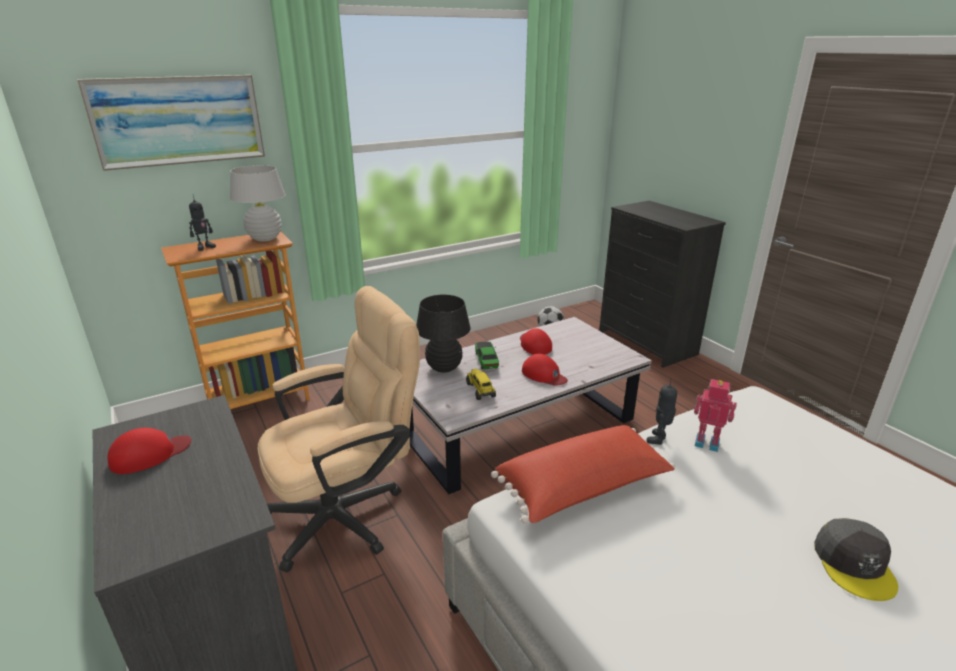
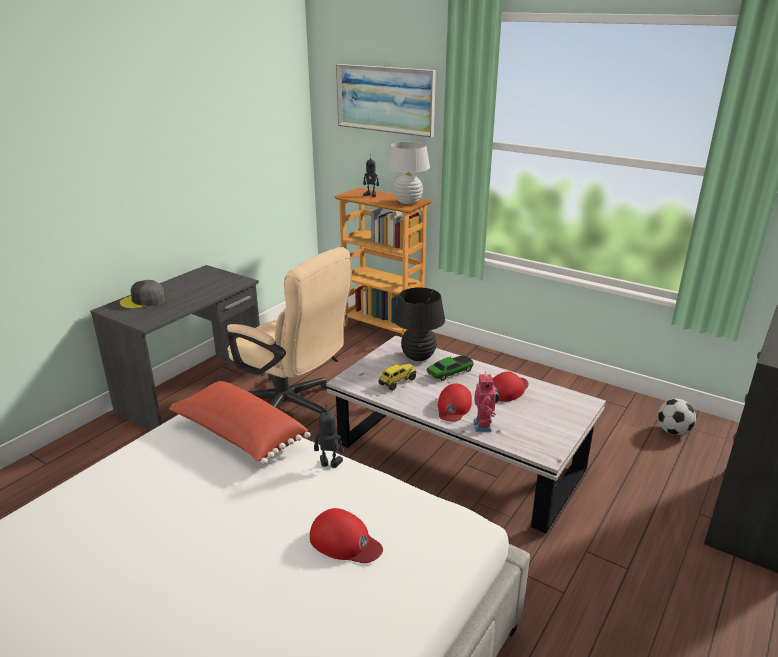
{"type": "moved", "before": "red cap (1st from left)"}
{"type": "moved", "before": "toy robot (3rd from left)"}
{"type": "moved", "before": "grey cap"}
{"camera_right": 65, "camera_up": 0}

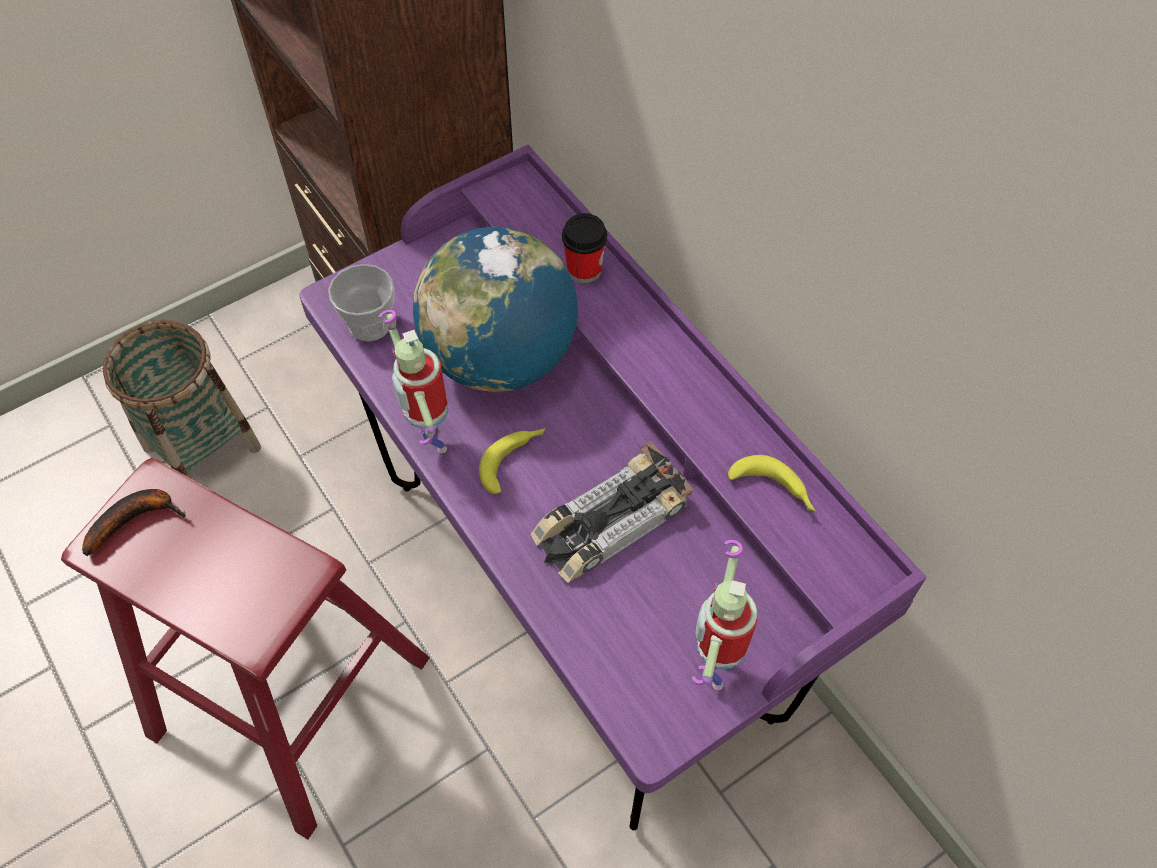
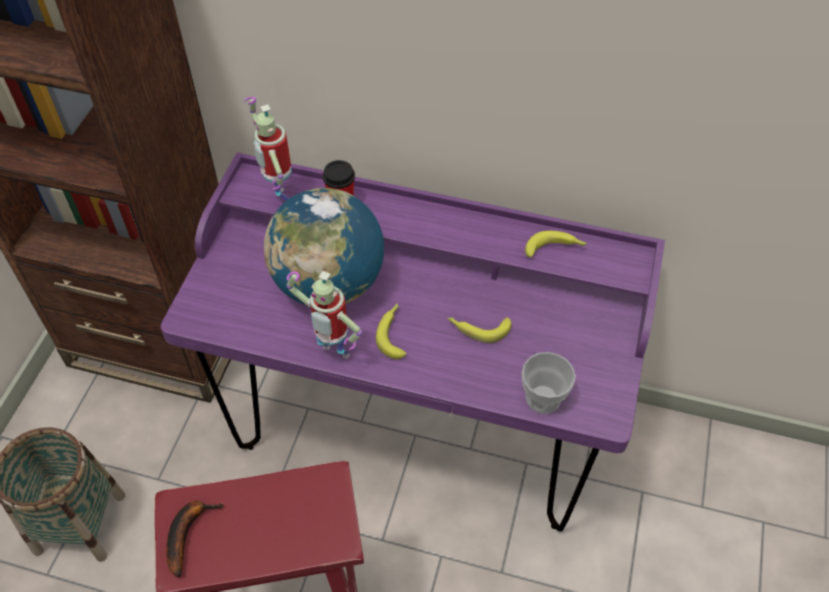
{"type": "moved", "before": "cup (1st from left in the first image)", "after": "cup (2nd from left)"}
{"type": "moved", "before": "toy robot (2nd from left in the first image)", "after": "toy robot (1st from left)"}
{"type": "replaced", "before": "toy car", "after": "banana (3rd from left)"}
{"camera_right": -40, "camera_up": -5}

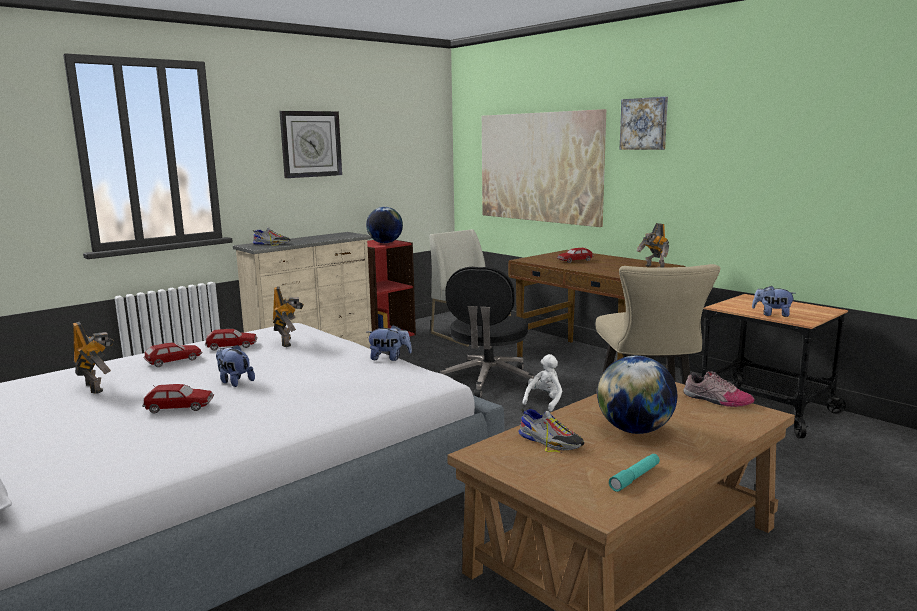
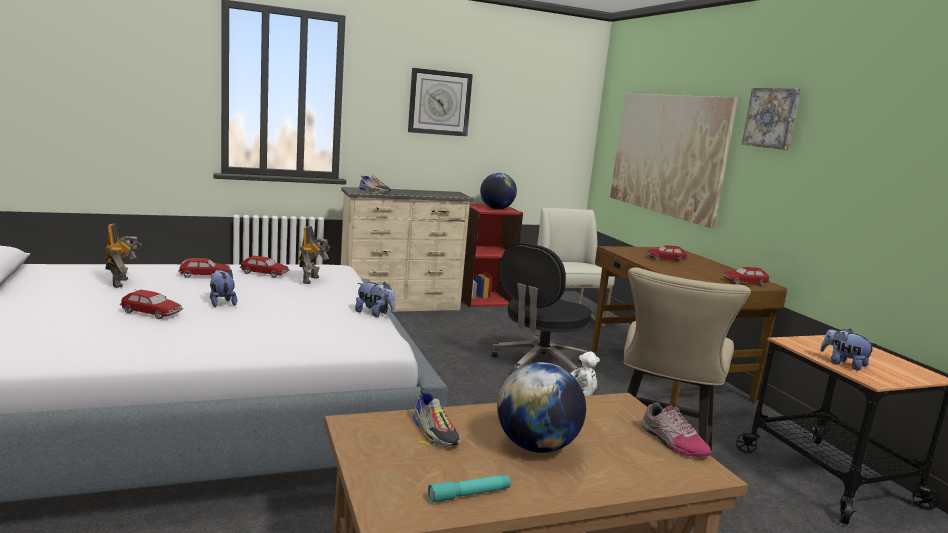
{"type": "replaced", "before": "toy robot (3rd from left)", "after": "toy car (5th from left)"}
{"camera_right": 20, "camera_up": 0}

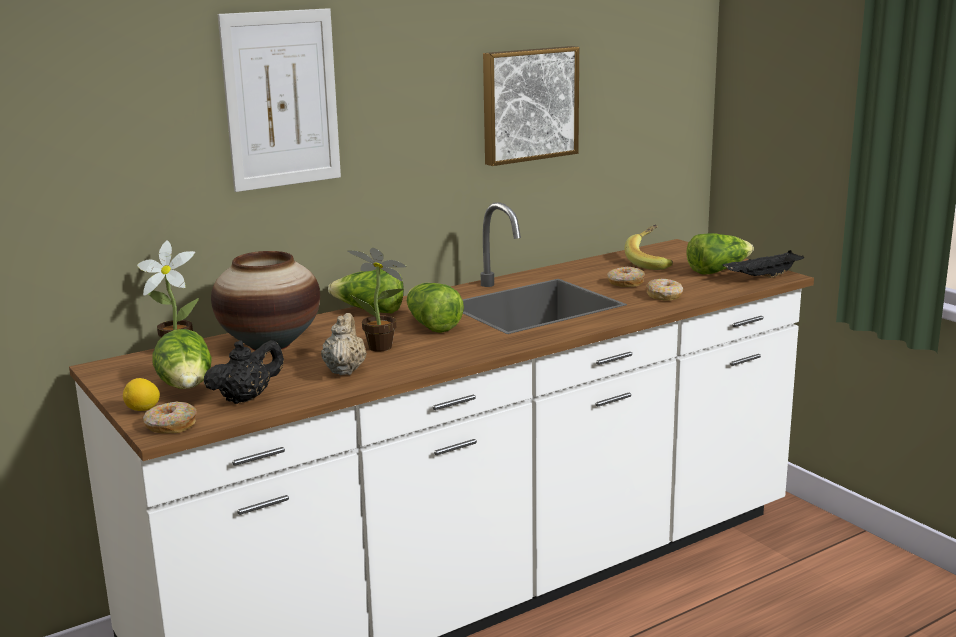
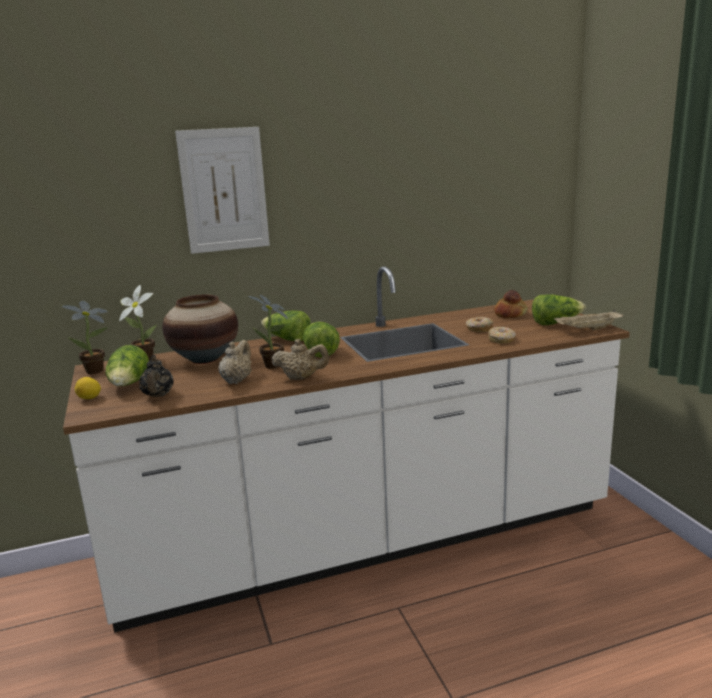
{"type": "removed", "before": "donut (1st from left)"}
{"type": "removed", "before": "picture (2nd from left)"}
{"type": "added", "after": "potted plant (1st from left)"}
{"type": "added", "after": "beige teapot (2nd from left)"}
{"type": "replaced", "before": "banana", "after": "bread"}
{"type": "recoloured", "before": "black tray", "after": "beige tray"}
{"type": "turned", "before": "black teapot", "turn": 105}
{"camera_right": 15, "camera_up": 0}

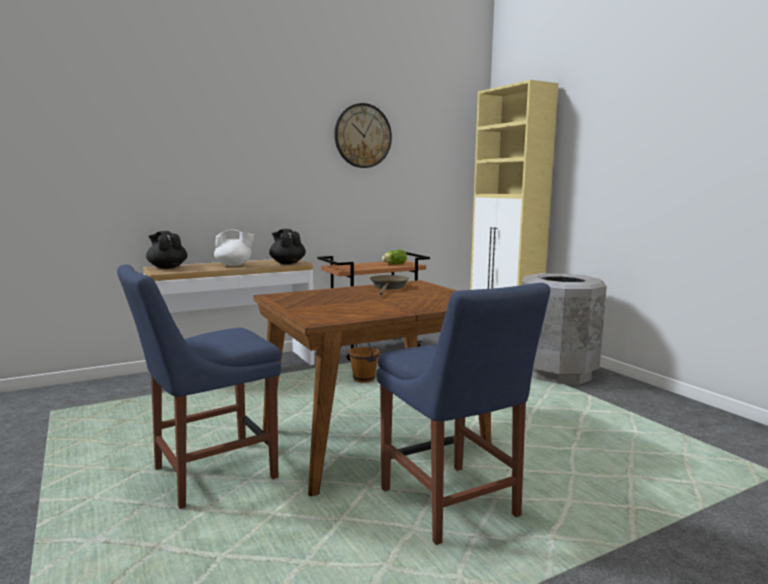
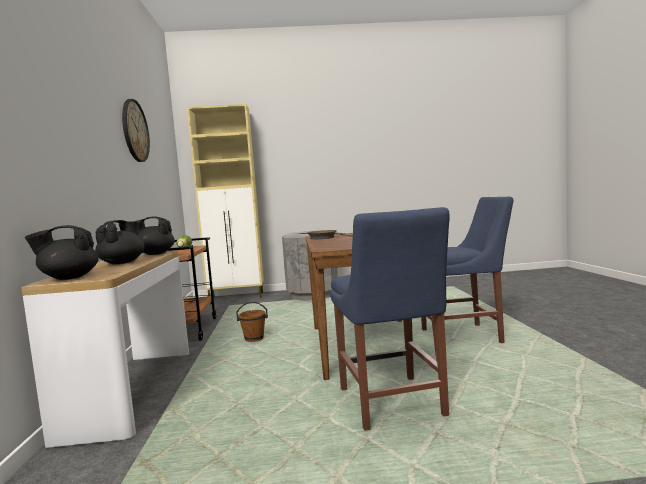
{"type": "recoloured", "before": "white teapot", "after": "black teapot (2nd from left)"}
{"camera_right": -65, "camera_up": -5}

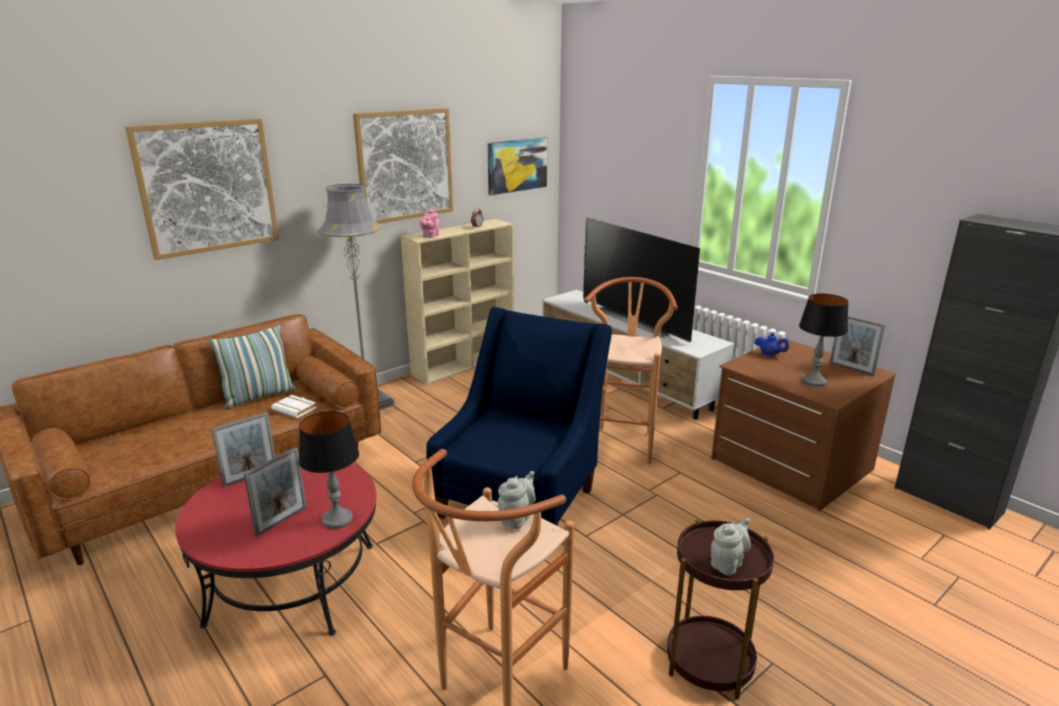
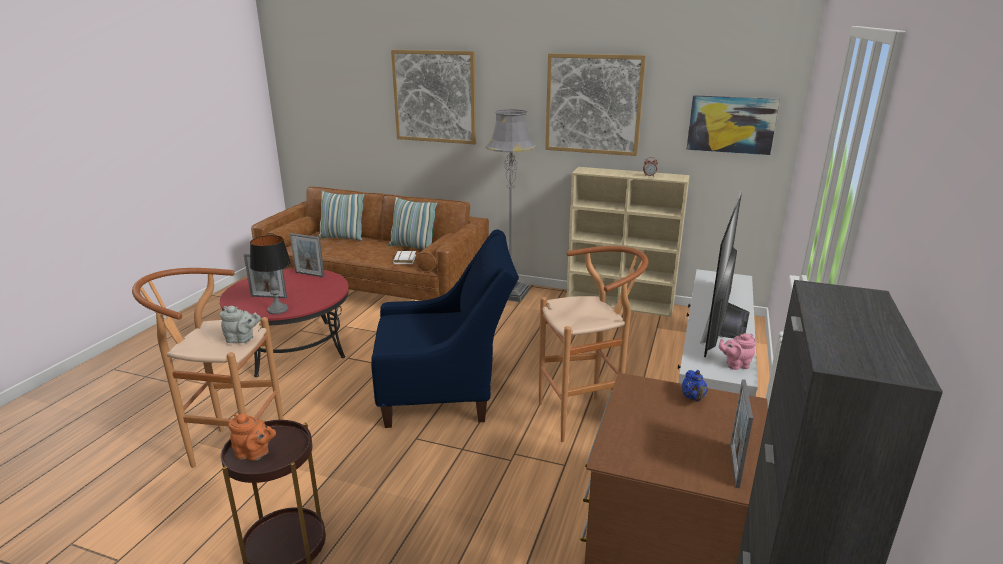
{"type": "removed", "before": "table lamp (2nd from left)"}
{"type": "added", "after": "pillow (1st from left)"}
{"type": "moved", "before": "pink teapot"}
{"type": "recoloured", "before": "grey teapot (2nd from left)", "after": "orange teapot"}
{"camera_right": 60, "camera_up": 0}

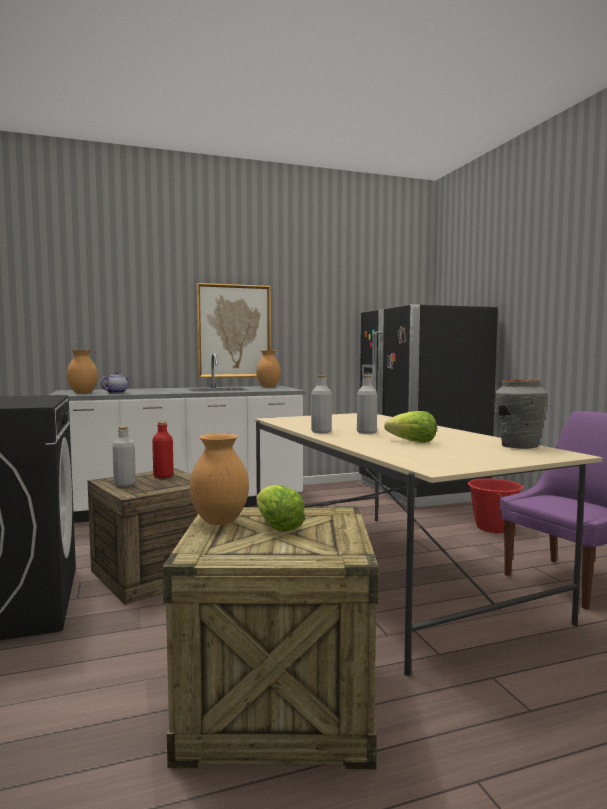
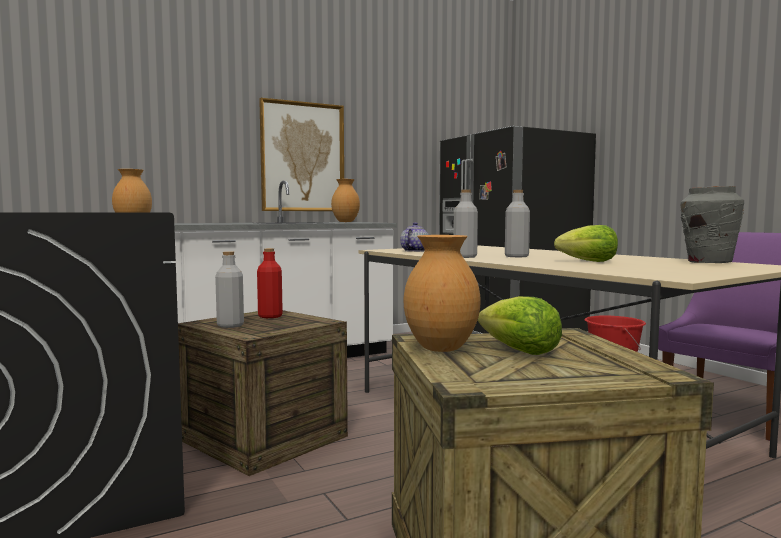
{"type": "moved", "before": "teapot"}
{"camera_right": -10, "camera_up": 0}

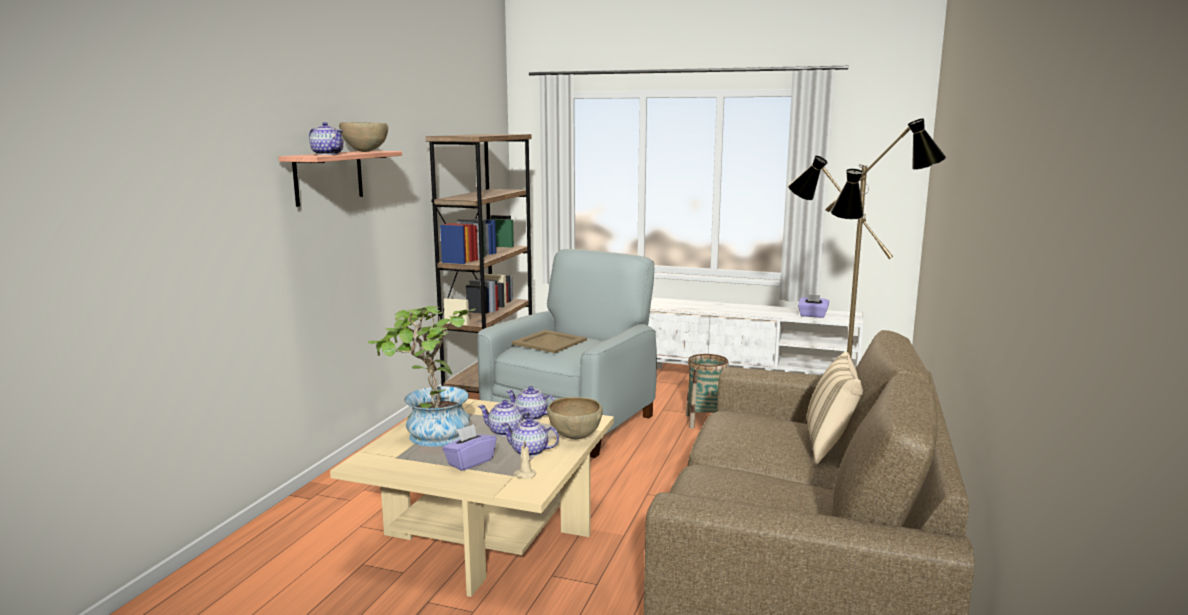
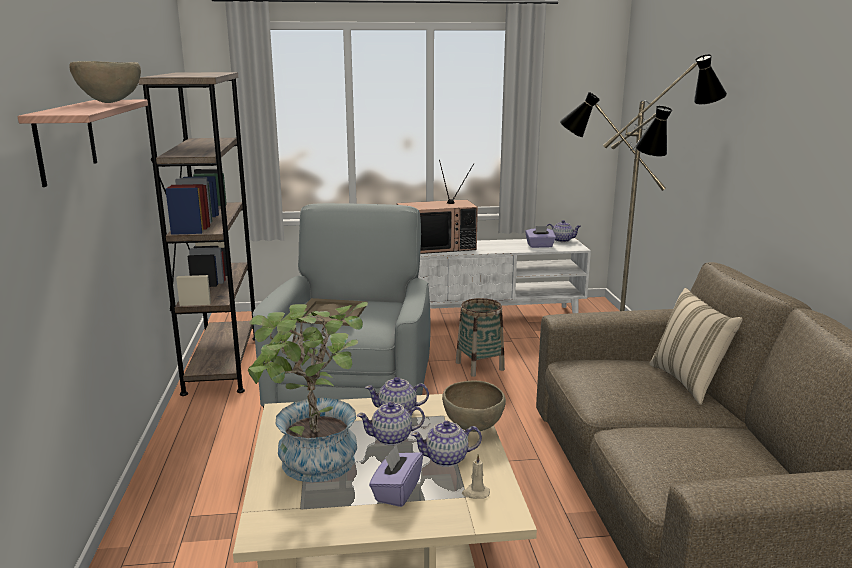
{"type": "added", "after": "television"}
{"type": "moved", "before": "teapot (1st from left in the first image)", "after": "teapot (4th from left)"}
{"camera_right": -25, "camera_up": 5}

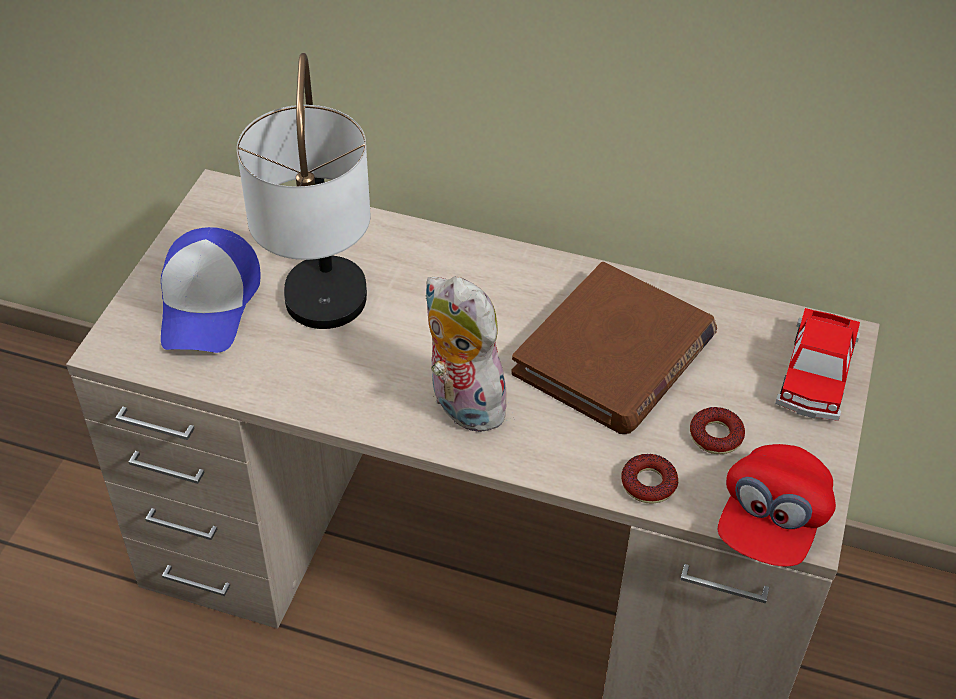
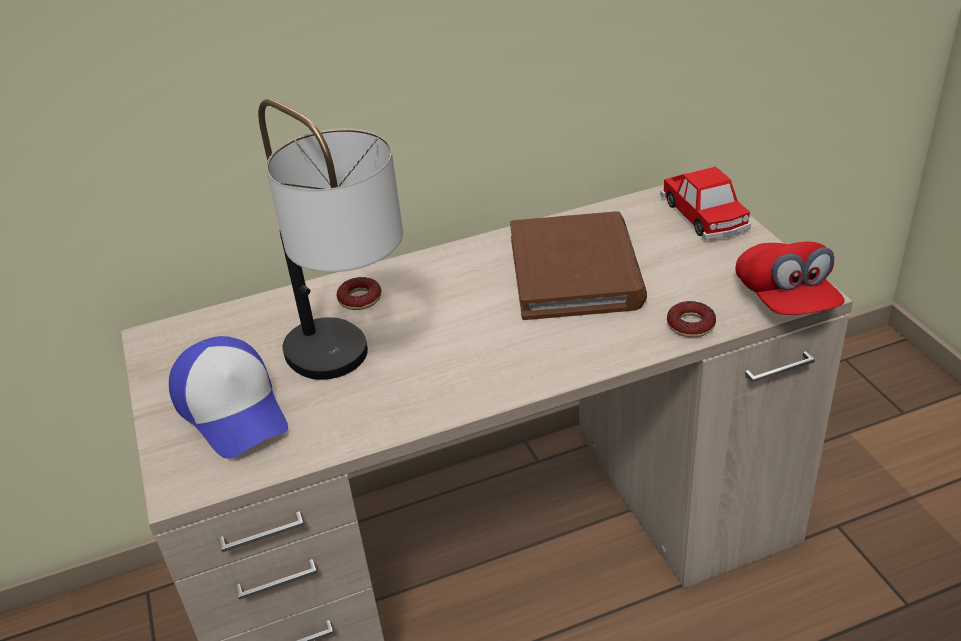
{"type": "removed", "before": "plush toy"}
{"type": "moved", "before": "donut (2nd from left in the first image)", "after": "donut (1st from left)"}
{"camera_right": -35, "camera_up": -10}

